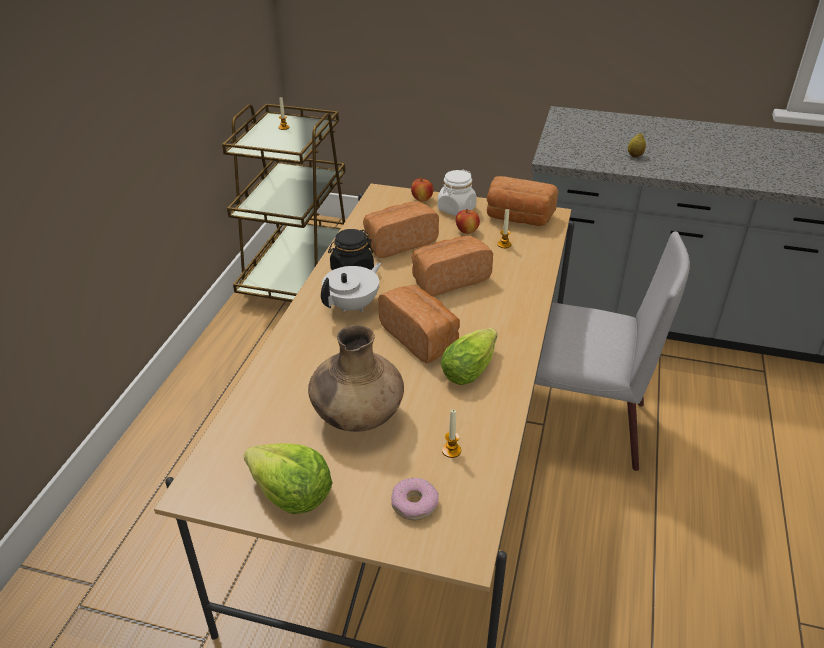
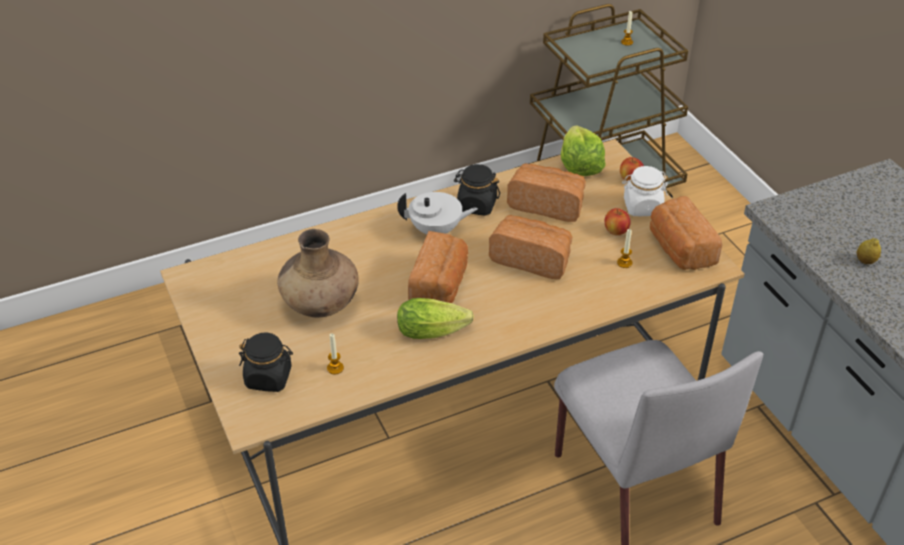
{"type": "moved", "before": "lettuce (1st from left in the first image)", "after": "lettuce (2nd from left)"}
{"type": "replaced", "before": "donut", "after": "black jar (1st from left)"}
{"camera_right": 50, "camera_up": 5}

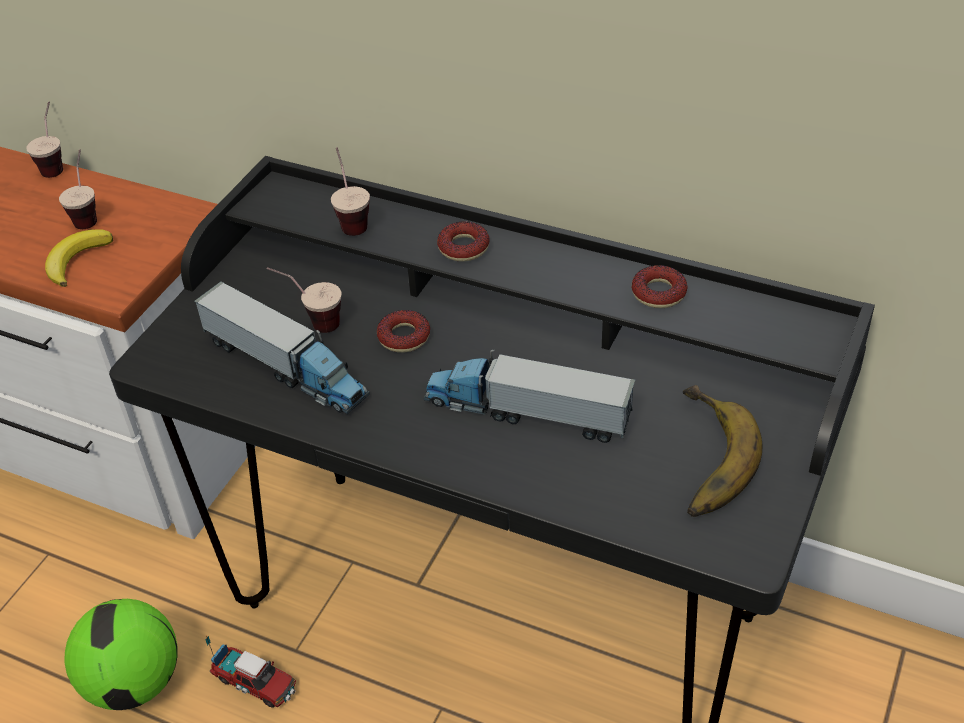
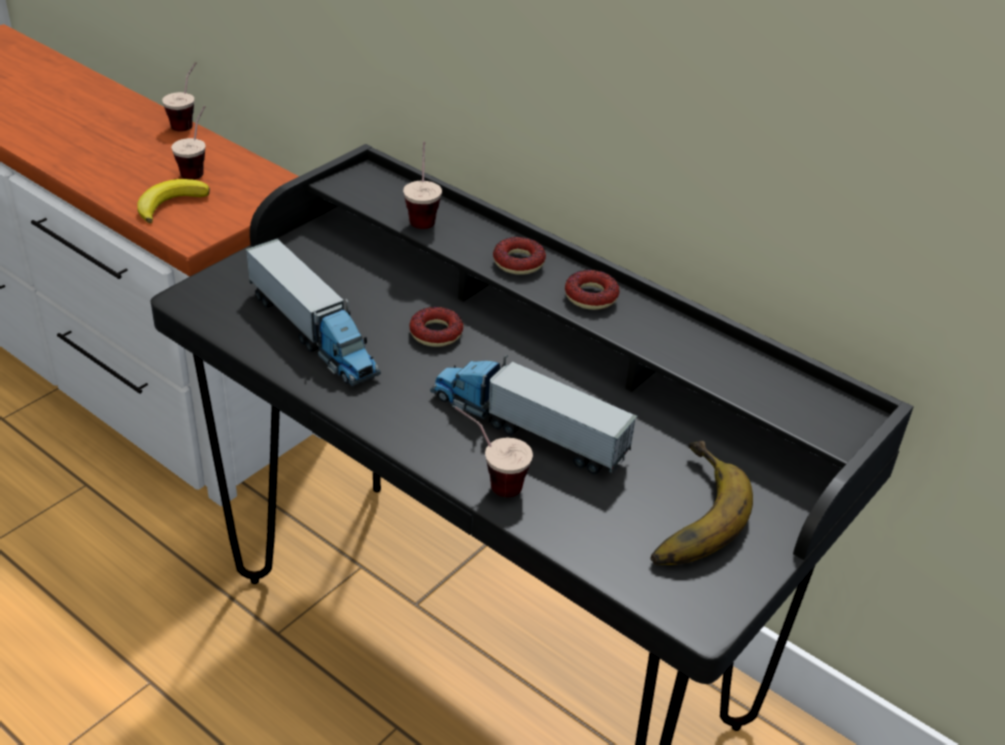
{"type": "removed", "before": "football"}
{"type": "removed", "before": "toy truck (1st from left)"}
{"type": "moved", "before": "cup (3rd from left in the first image)", "after": "cup (4th from left)"}
{"type": "moved", "before": "donut (3rd from left)"}
{"camera_right": 10, "camera_up": -5}

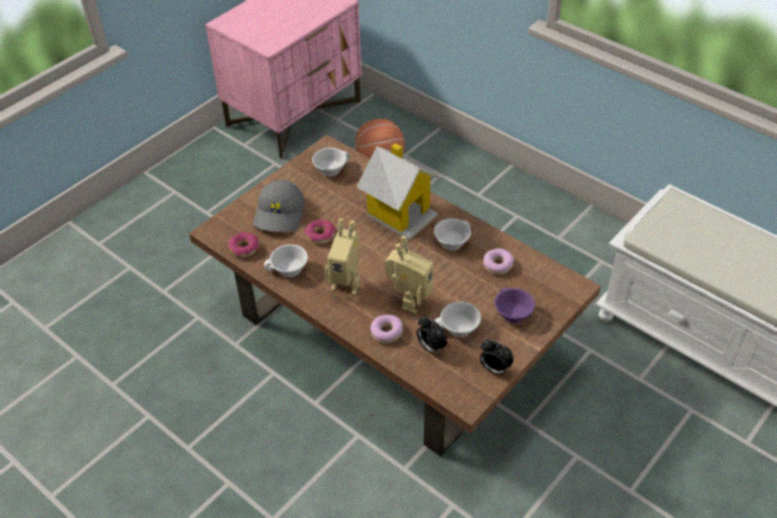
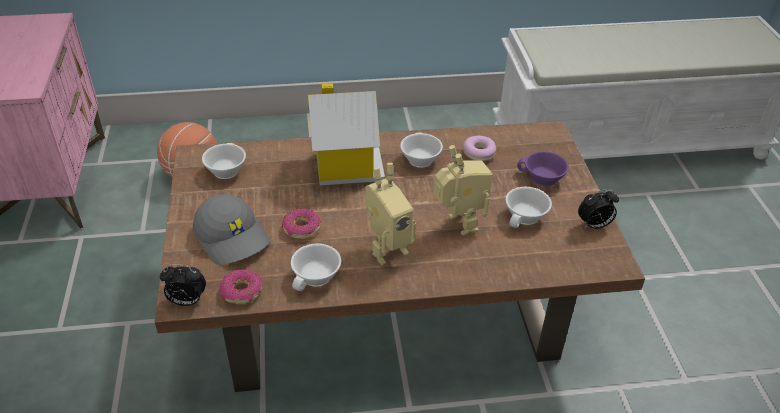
{"type": "removed", "before": "donut (3rd from left)"}
{"type": "moved", "before": "alarm clock (1st from left)"}
{"camera_right": -50, "camera_up": -5}

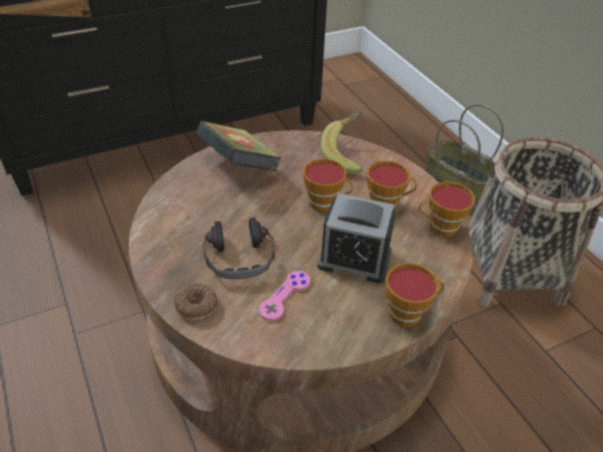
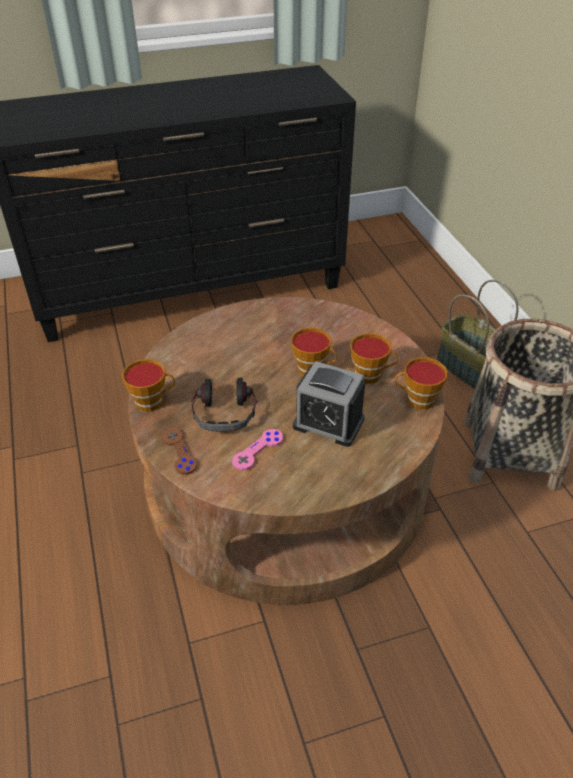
{"type": "removed", "before": "book"}
{"type": "removed", "before": "banana"}
{"type": "moved", "before": "cup (3rd from left in the first image)", "after": "cup (1st from left)"}
{"type": "replaced", "before": "donut", "after": "brown game controller"}
{"camera_right": 10, "camera_up": 0}

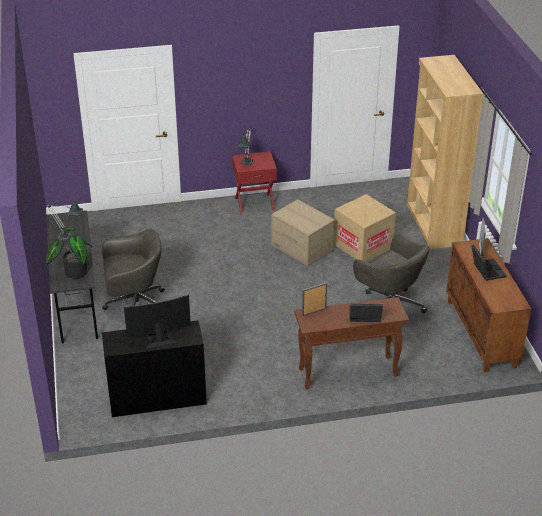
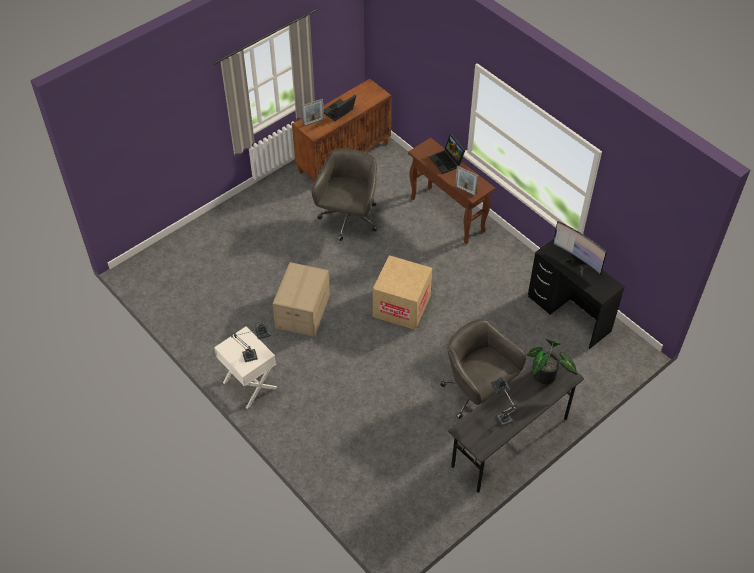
{"type": "removed", "before": "brown bookcase"}
{"type": "moved", "before": "cardboard box (2nd from left)"}
{"type": "recoloured", "before": "red nightstand", "after": "white nightstand"}
{"camera_right": -120, "camera_up": 15}

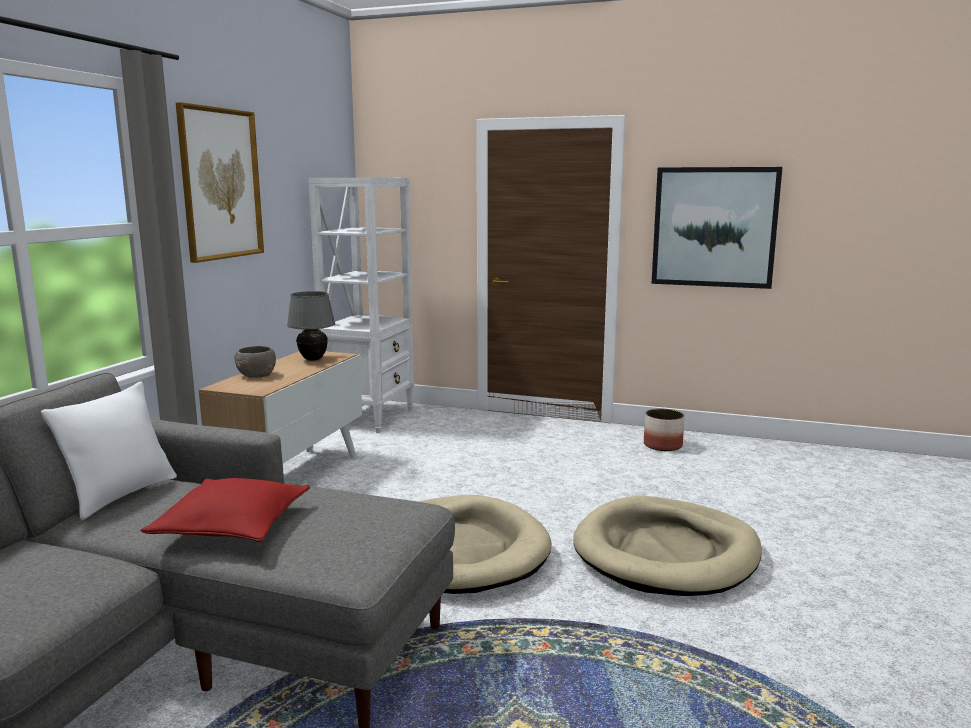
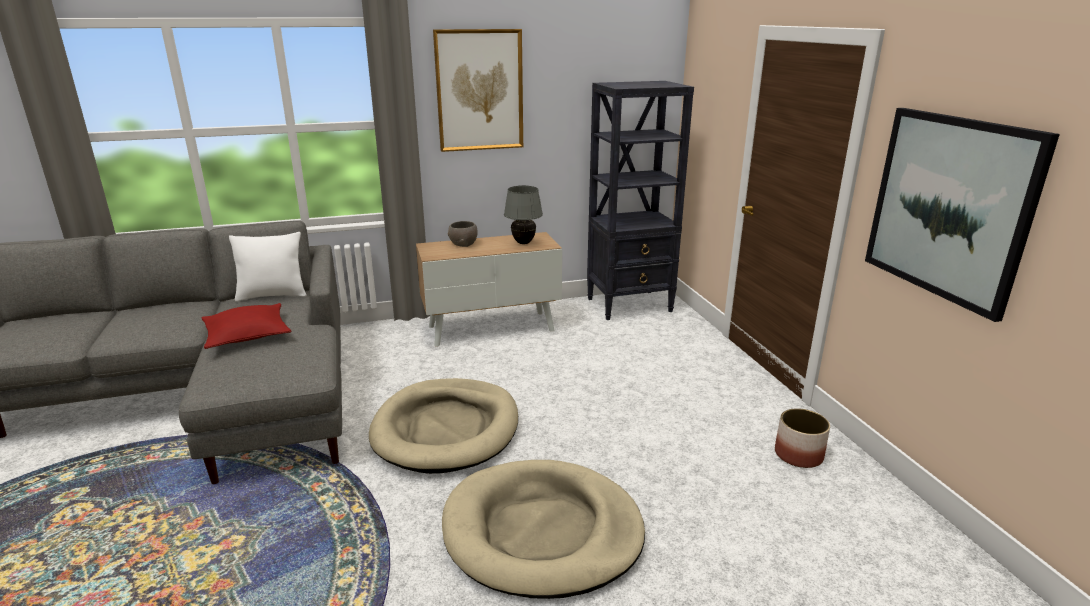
{"type": "recoloured", "before": "white bookcase", "after": "black bookcase"}
{"camera_right": 55, "camera_up": 10}

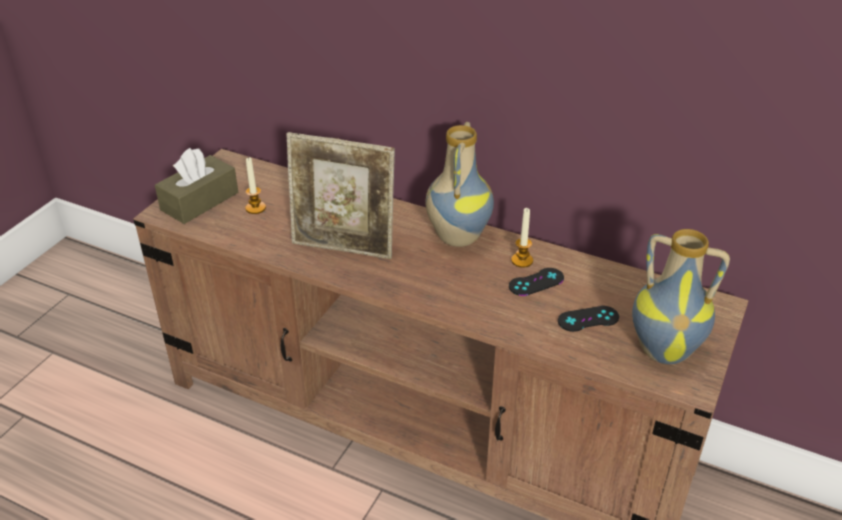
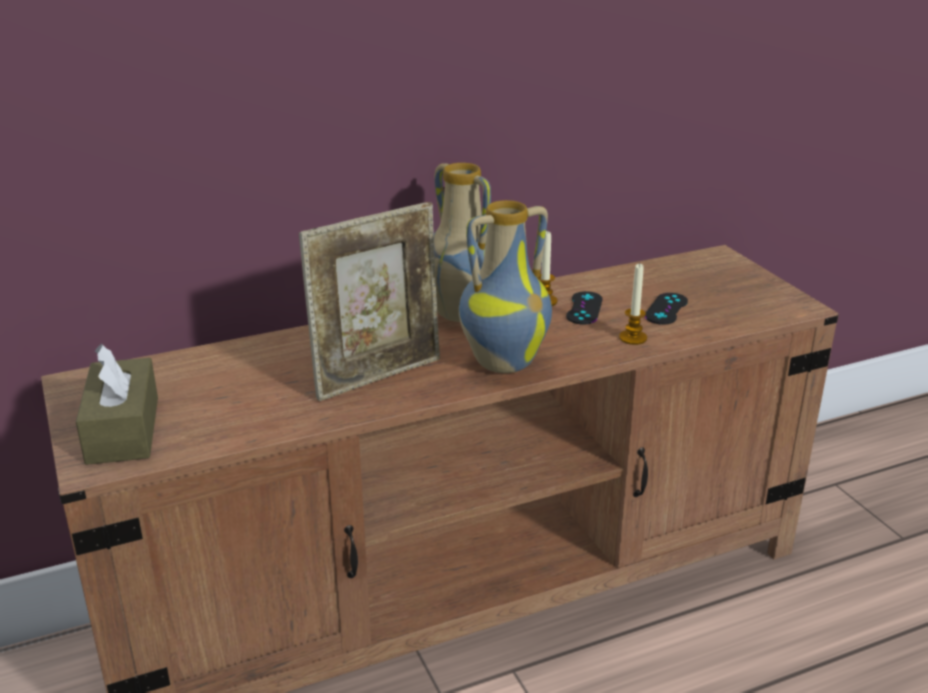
{"type": "moved", "before": "candle (1st from left in the first image)", "after": "candle (2nd from left)"}
{"type": "moved", "before": "vase (2nd from left)"}
{"camera_right": -50, "camera_up": -10}

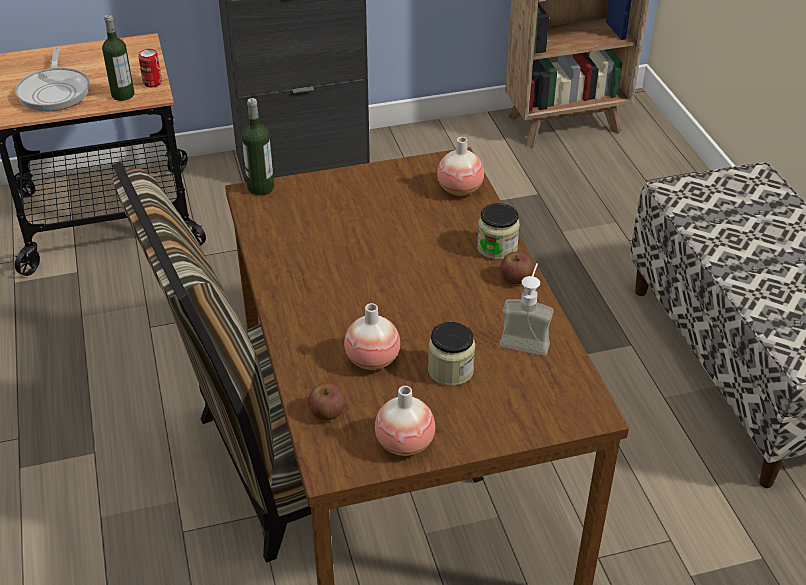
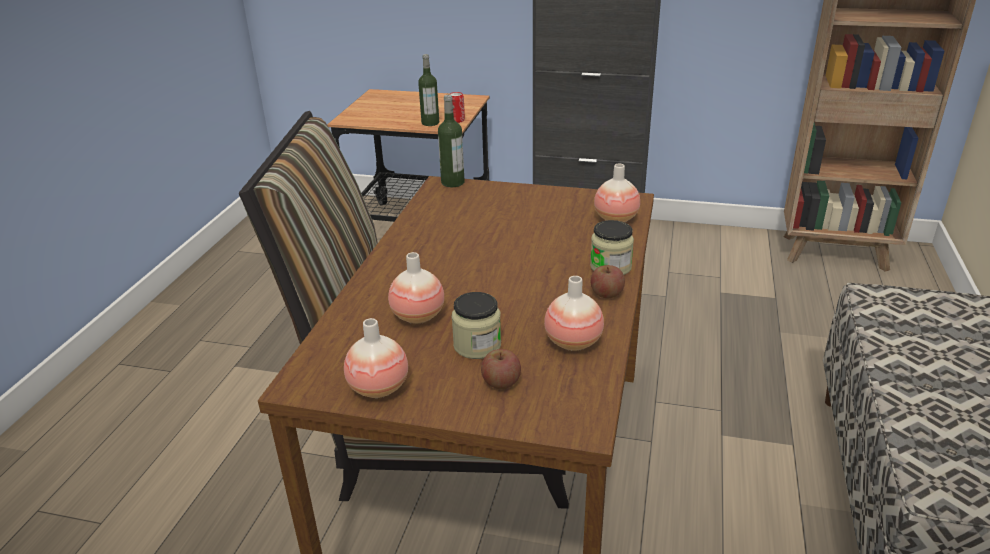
{"type": "removed", "before": "frying pan"}
{"type": "moved", "before": "apple (1st from left)"}
{"type": "replaced", "before": "soap dispenser", "after": "vase (3rd from left)"}
{"camera_right": 30, "camera_up": -10}

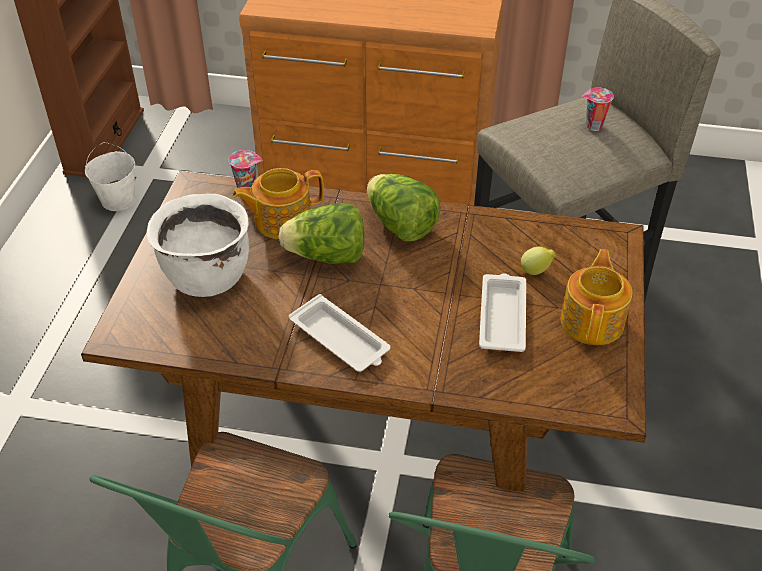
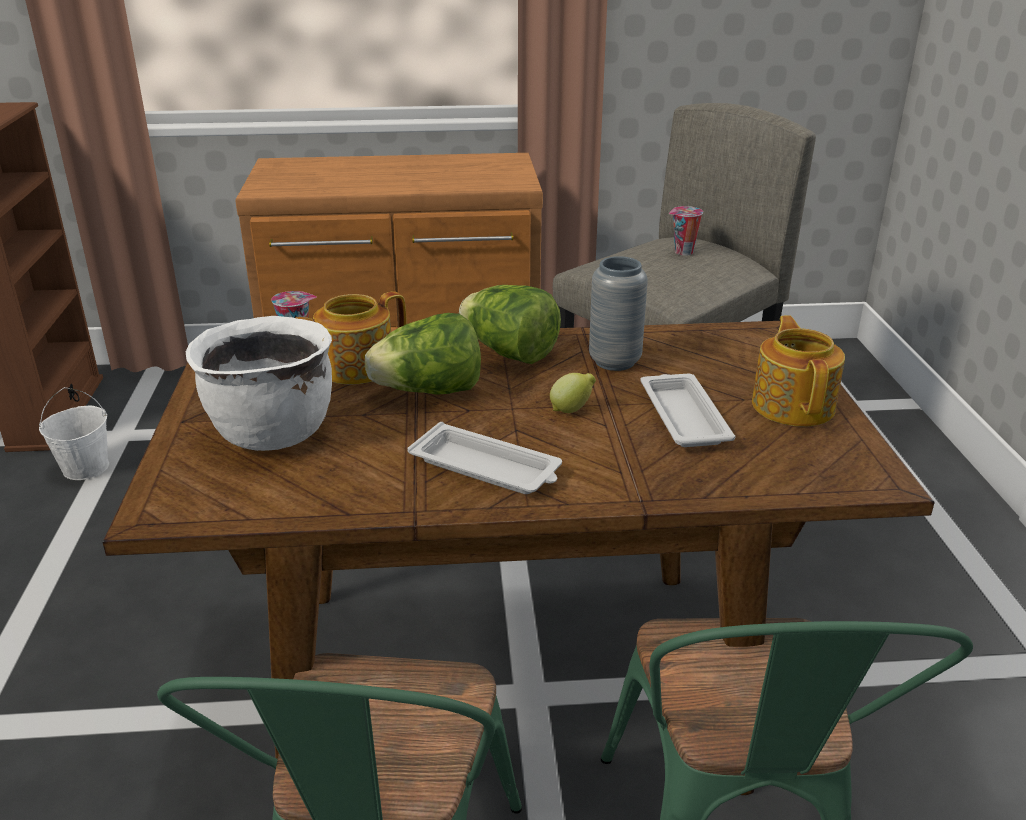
{"type": "added", "after": "grey vase"}
{"type": "moved", "before": "lemon"}
{"camera_right": -15, "camera_up": -15}

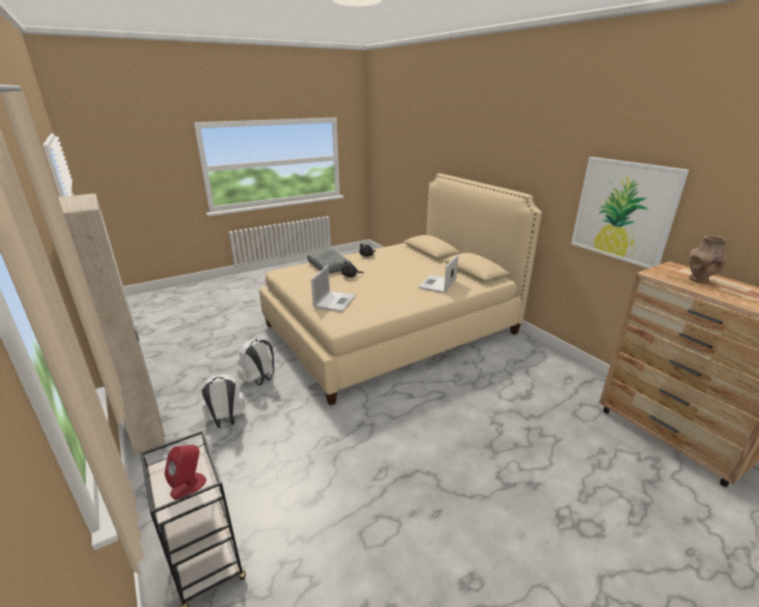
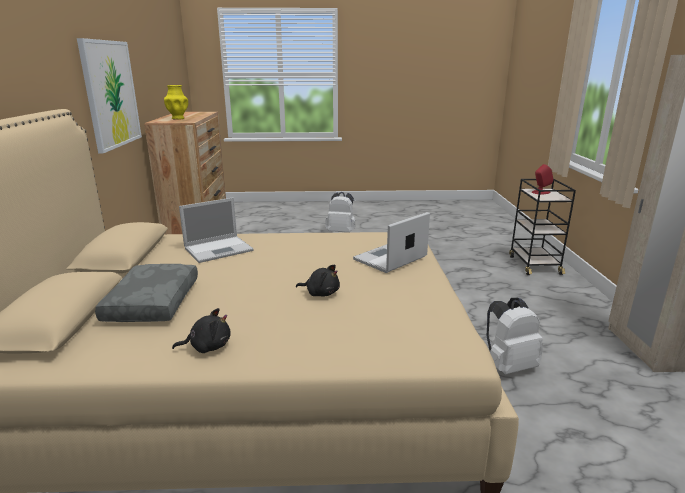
{"type": "moved", "before": "white backpack (1st from left)"}
{"type": "moved", "before": "grey pillow"}
{"type": "recoloured", "before": "brown vase", "after": "yellow vase"}
{"camera_right": -150, "camera_up": -5}

